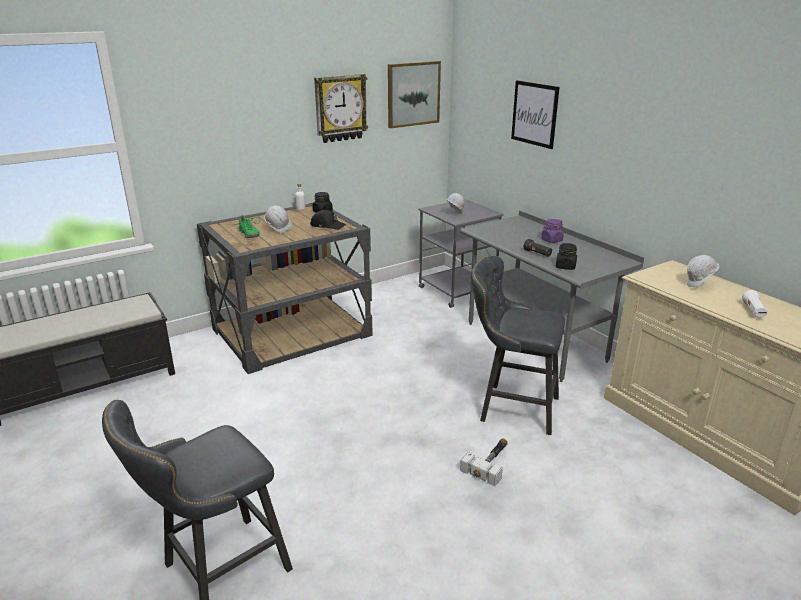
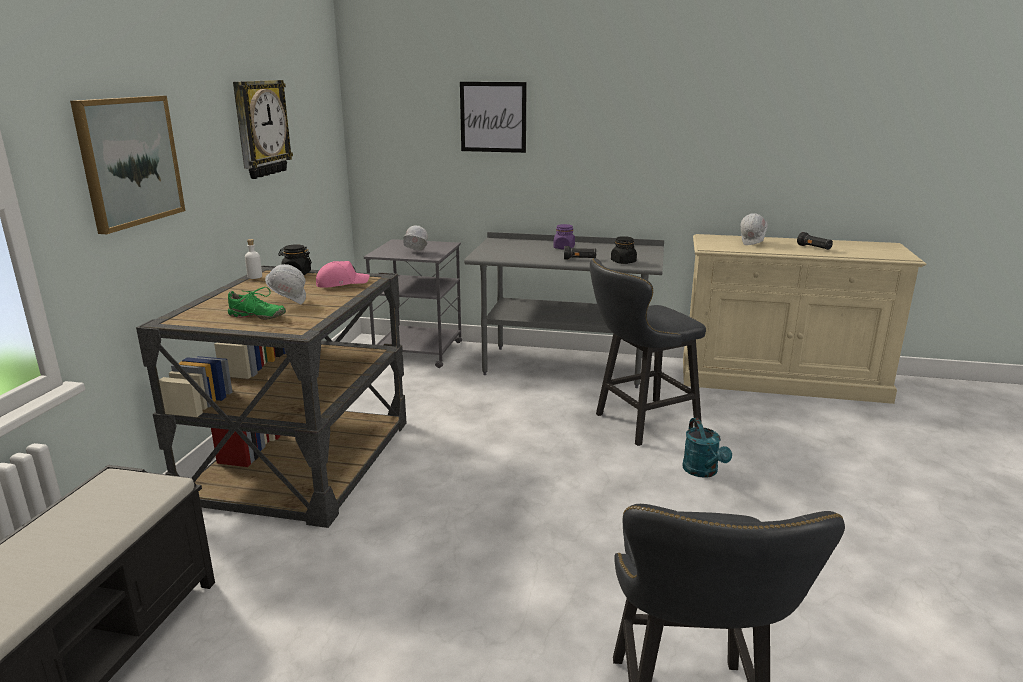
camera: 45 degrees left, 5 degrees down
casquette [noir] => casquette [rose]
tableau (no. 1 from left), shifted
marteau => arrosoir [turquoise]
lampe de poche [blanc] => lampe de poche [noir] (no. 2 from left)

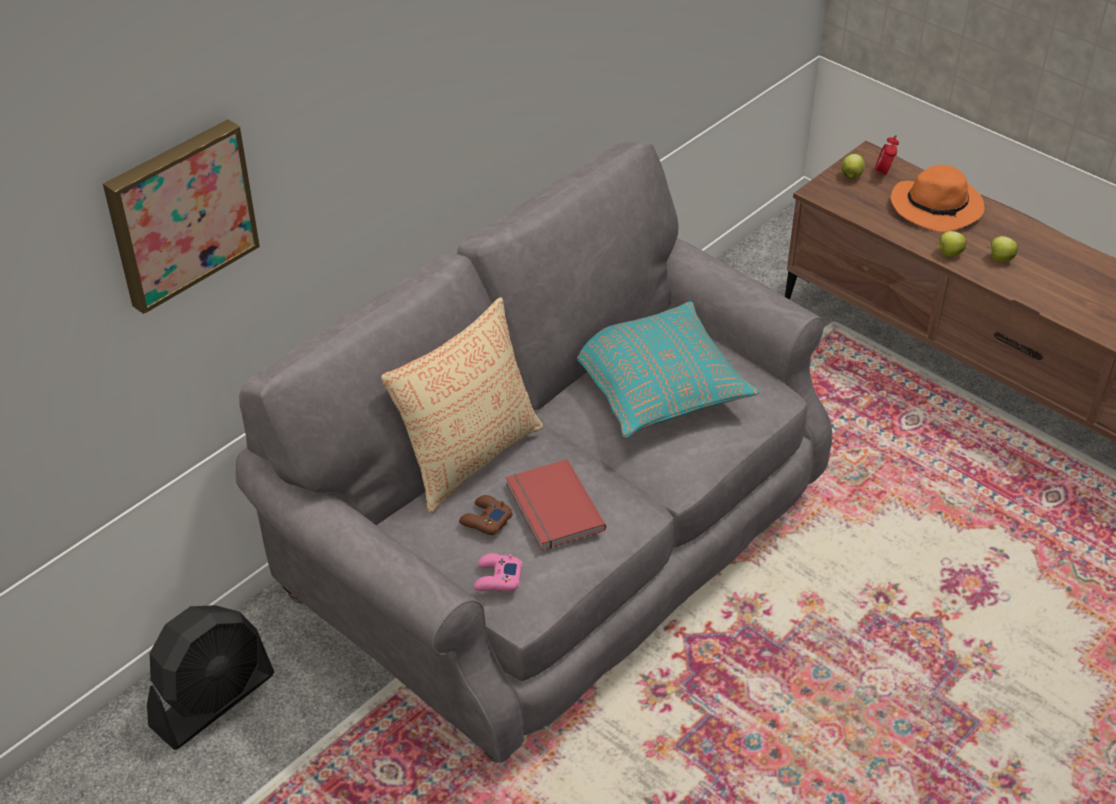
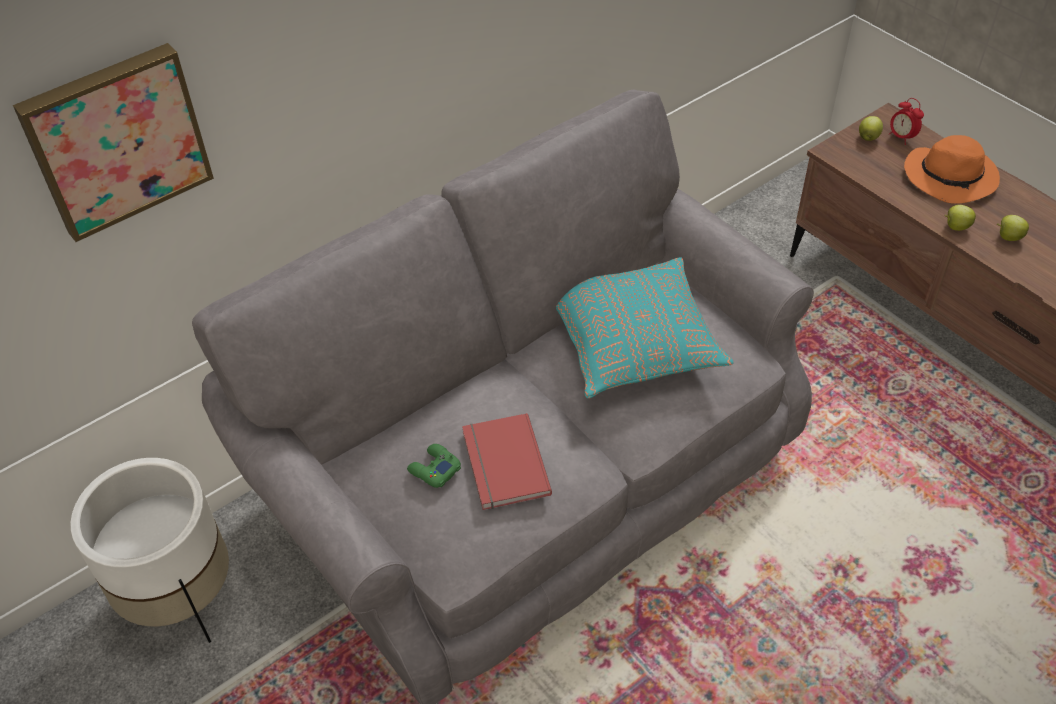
camera: 10 degrees right, 5 degrees up
ventilateur [noir] => cache-pot [blanc]
coussin [beige] => nothing
manette [marron] => manette [vert]
manette [rose] => nothing
réveil, 60 degrees counterclockwise

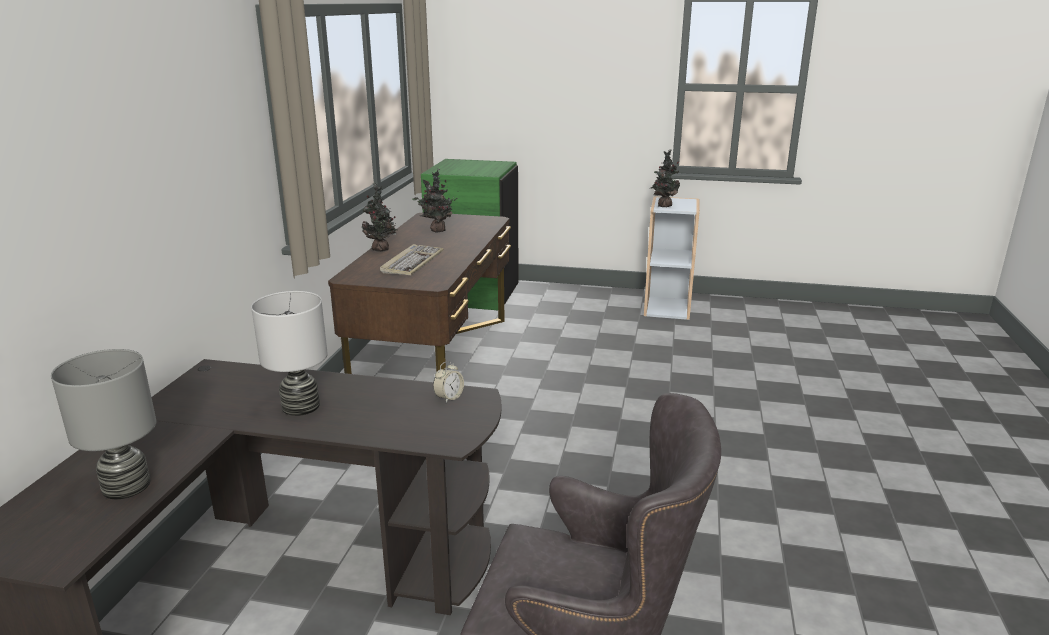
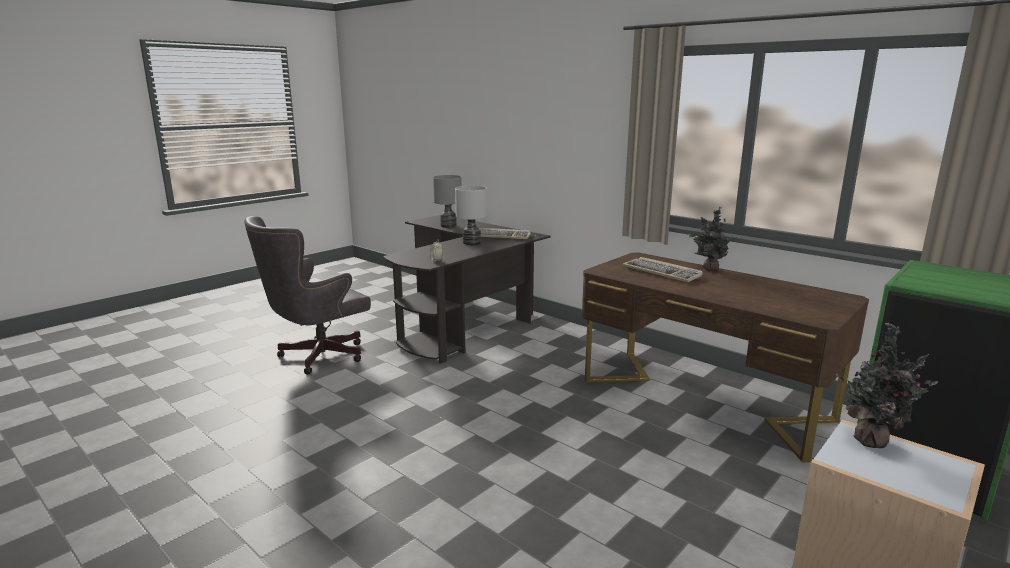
camera: 120 degrees right, 5 degrees down
plante en pot (no. 2 from left) => nothing
nothing => clavier (no. 1 from left)

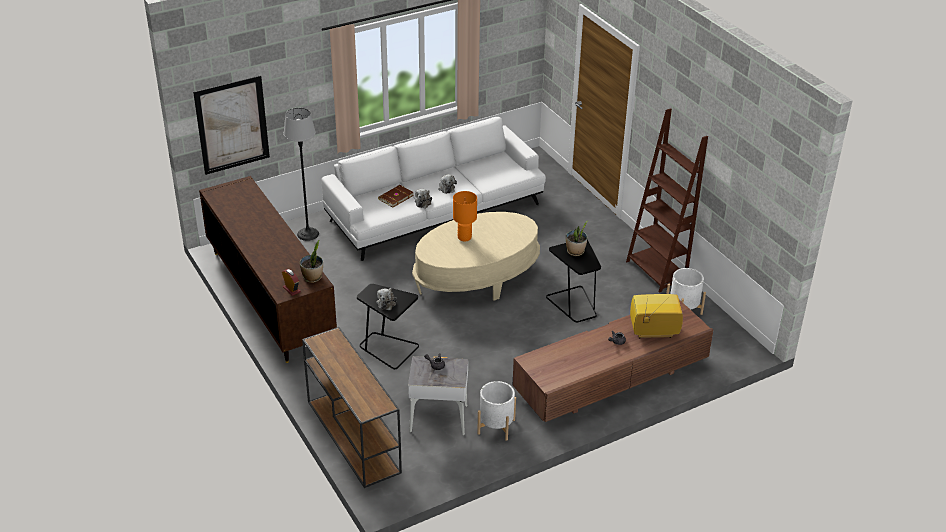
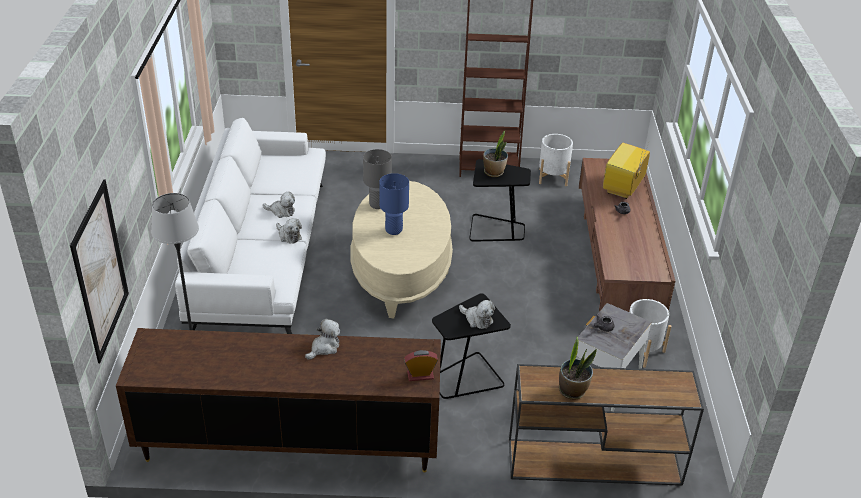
camera: 60 degrees left, 0 degrees up
plante en pot (no. 1 from left in the first image) => plante en pot (no. 2 from left), shifted
livre [marron] => nothing
lampe de table [orange] => lampe de table [bleu]
nothing => peluche (no. 3 from left)
nothing => lampe de table [gris]

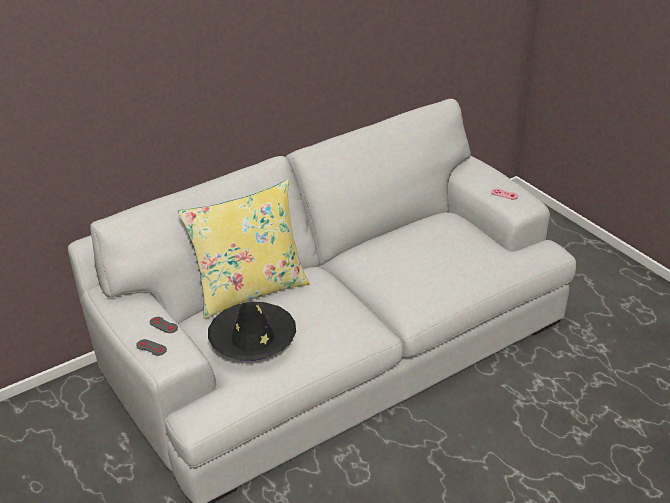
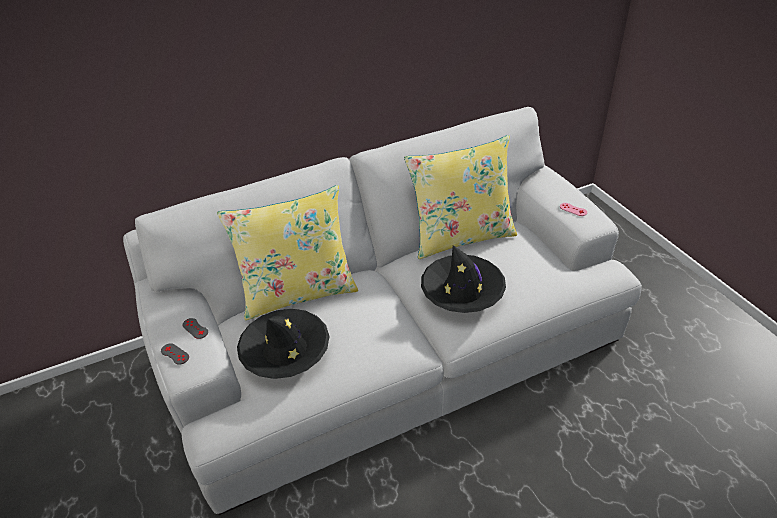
camera: 10 degrees right, 5 degrees up
nothing => coussin [jaune] (no. 2 from left)
nothing => chapeau [noir] (no. 2 from left)

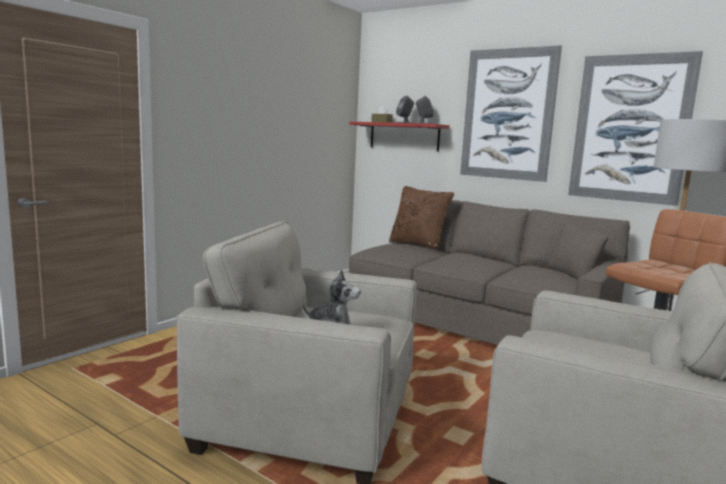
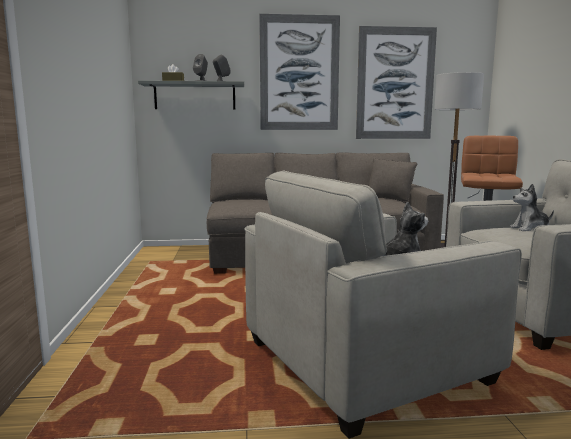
camera: 40 degrees left, 0 degrees up
étagère [rouge] => étagère [gris]
coussin [marron] => nothing
nothing => peluche (no. 2 from left)

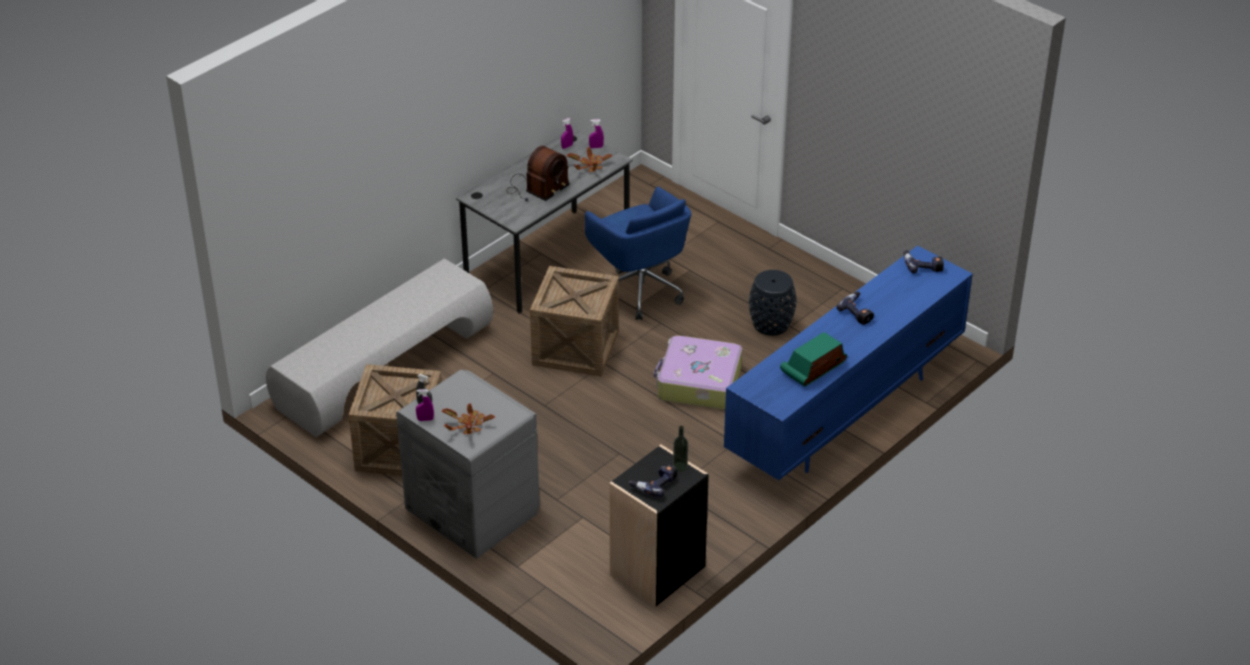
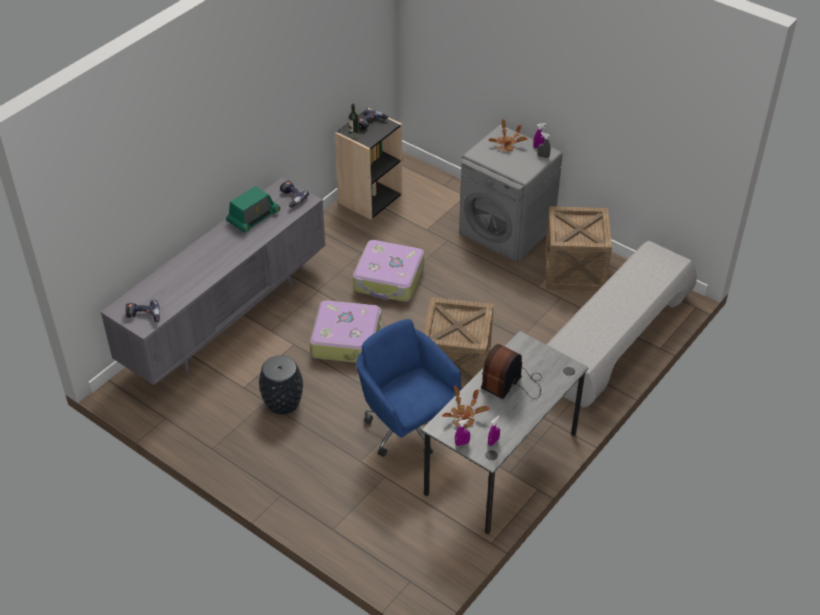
camera: 175 degrees right, 5 degrees up
meuble de rangement [bleu] => meuble de rangement [gris]
perceuse (no. 2 from left), shifted
nothing => valise (no. 2 from left)

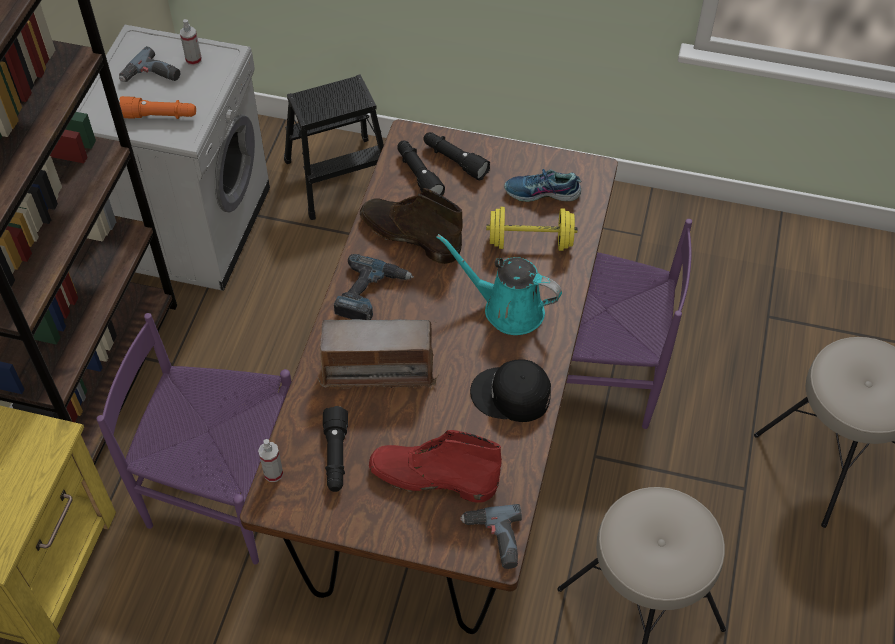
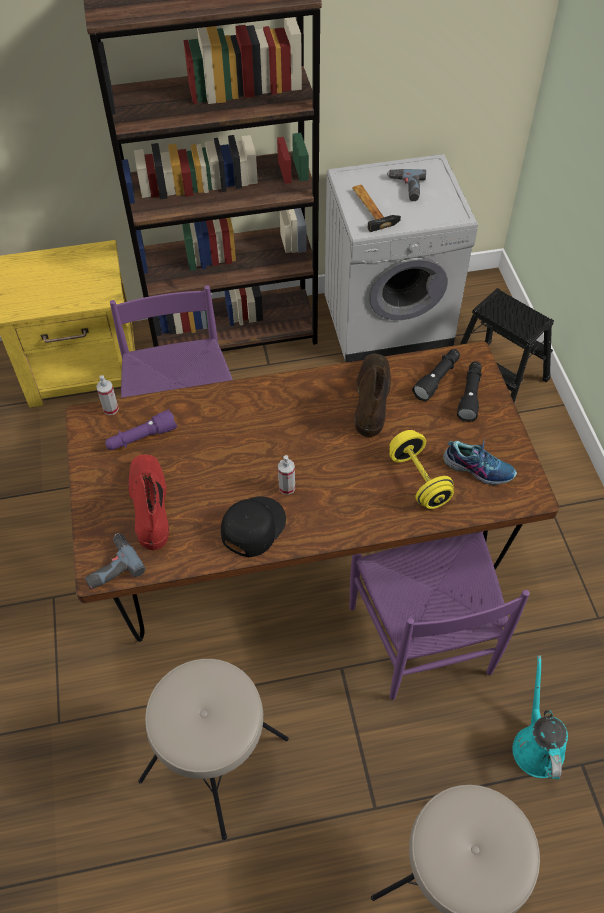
camera: 65 degrees right, 0 degrees up
lampe de poche [orange] => marteau
vaporisateur (no. 1 from left in the first image) => vaporisateur (no. 2 from left), shifted
radio => nothing
lampe de poche [noir] (no. 1 from left) => lampe de poche [violet]
perceuse (no. 2 from left) => nothing
arrosoir [turquoise], shifted
casquette [noir], 45 degrees clockwise
chaussure, 135 degrees clockwise

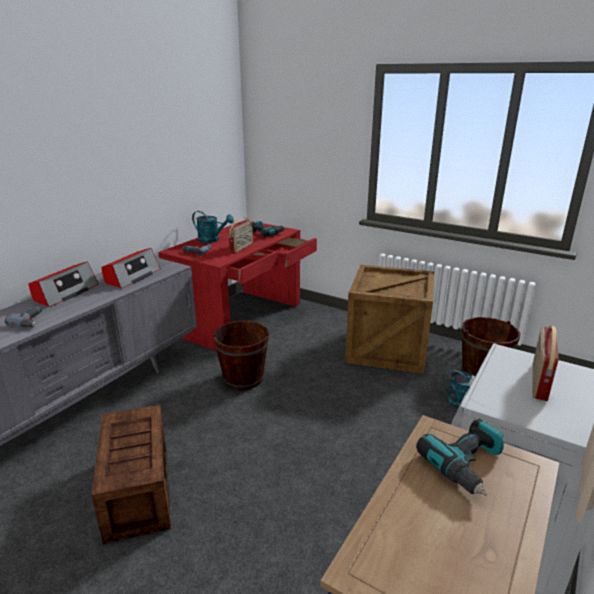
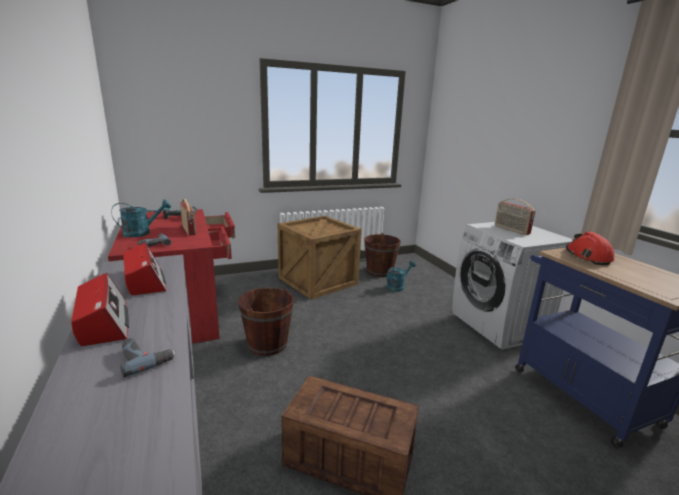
camera: 55 degrees left, 5 degrees down
perceuse (no. 4 from left) => casque de chantier [rouge]

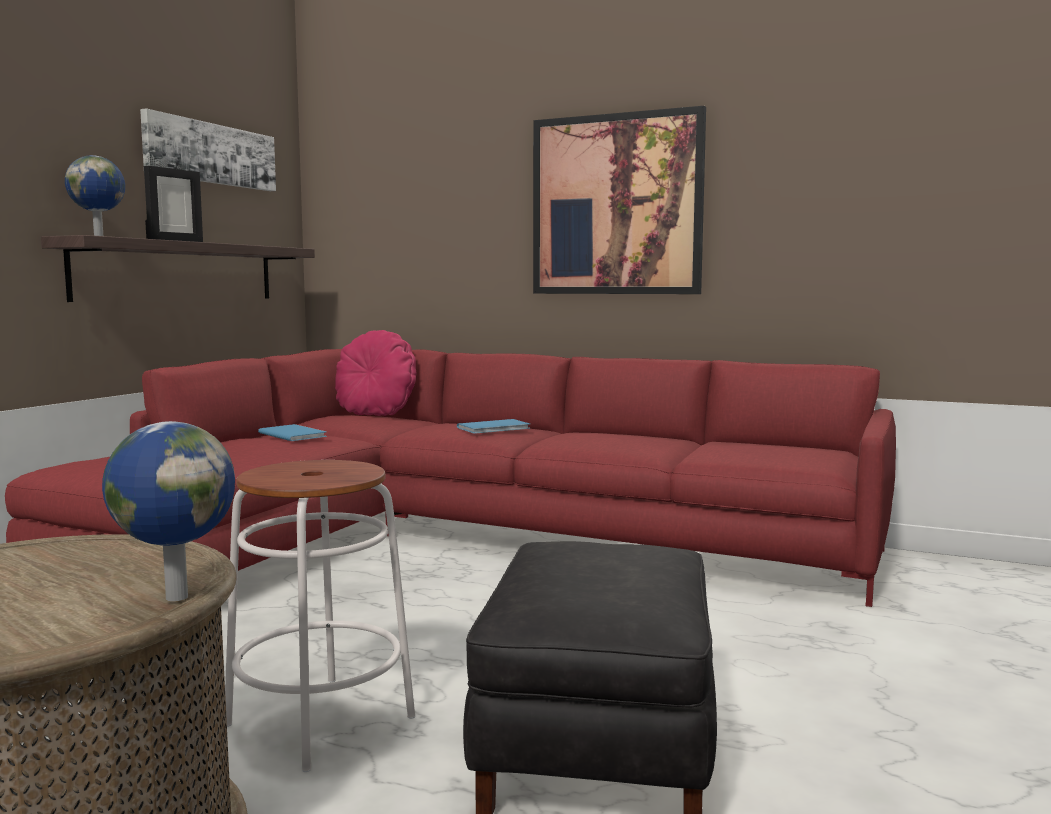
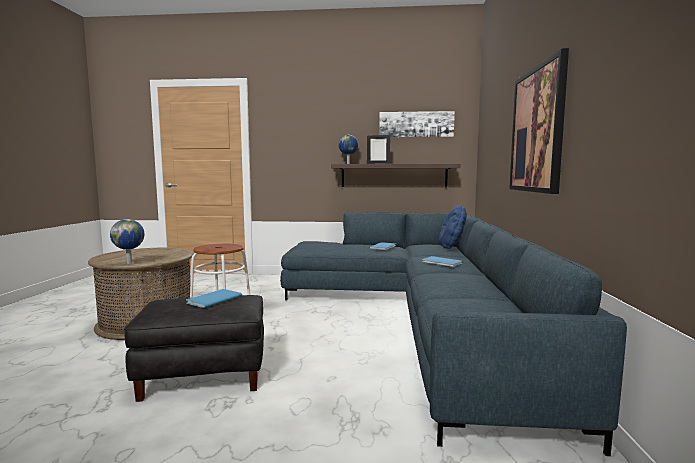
camera: 70 degrees right, 0 degrees up
canapé [rouge] => canapé [bleu]
coussin [rose] => coussin [bleu]
nothing => livre [bleu] (no. 1 from left)

